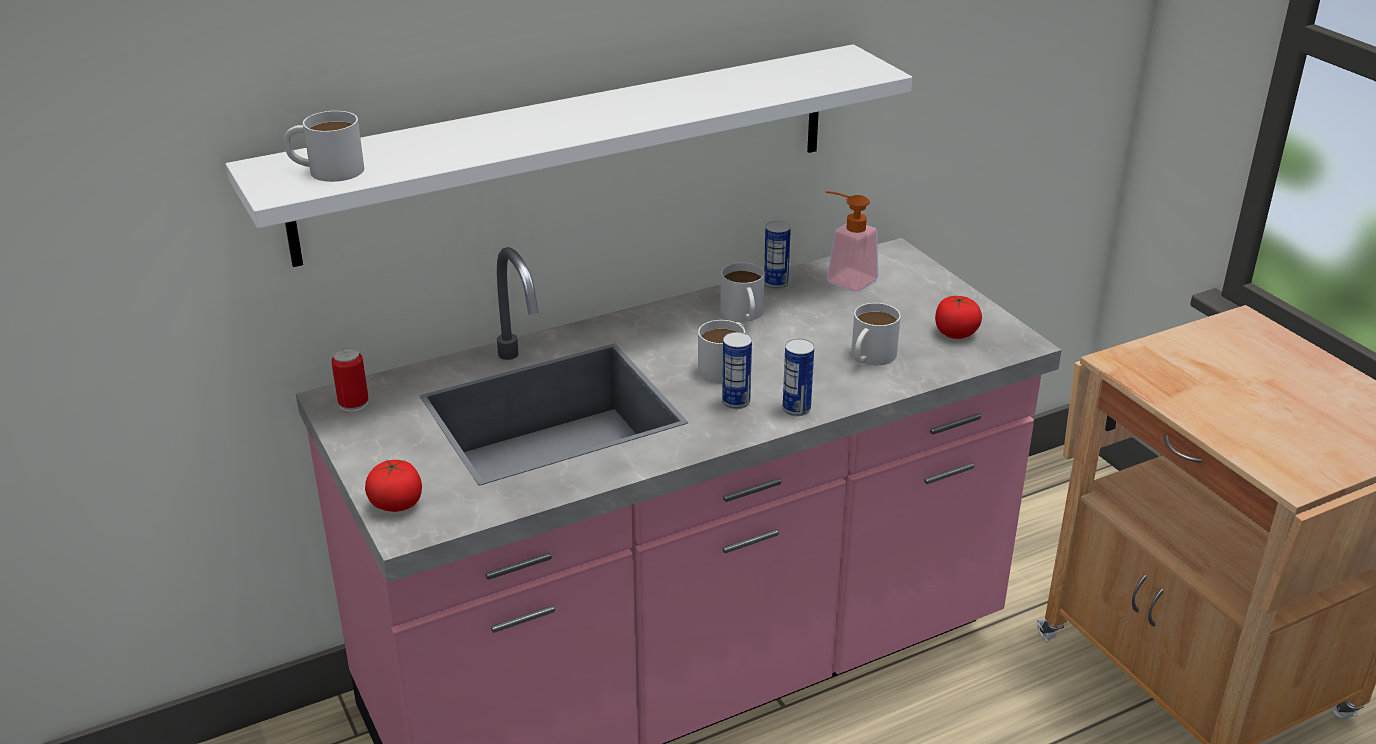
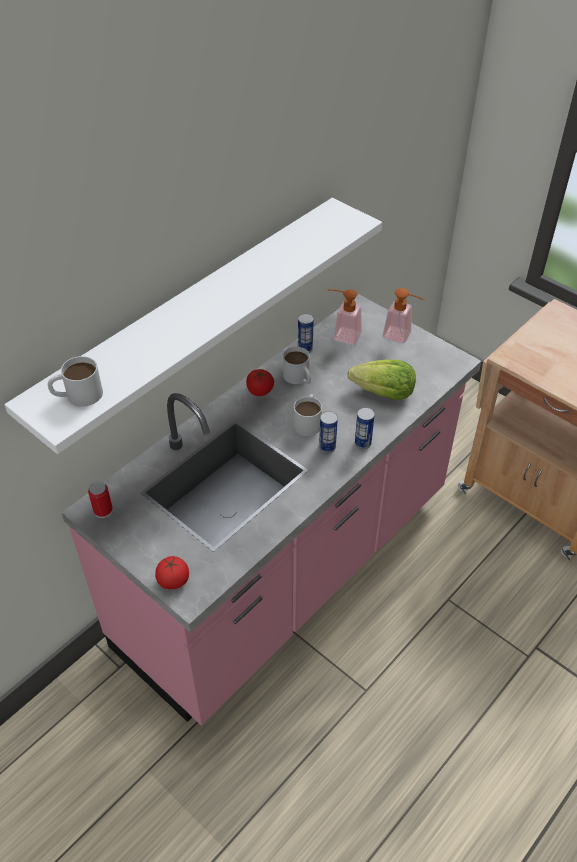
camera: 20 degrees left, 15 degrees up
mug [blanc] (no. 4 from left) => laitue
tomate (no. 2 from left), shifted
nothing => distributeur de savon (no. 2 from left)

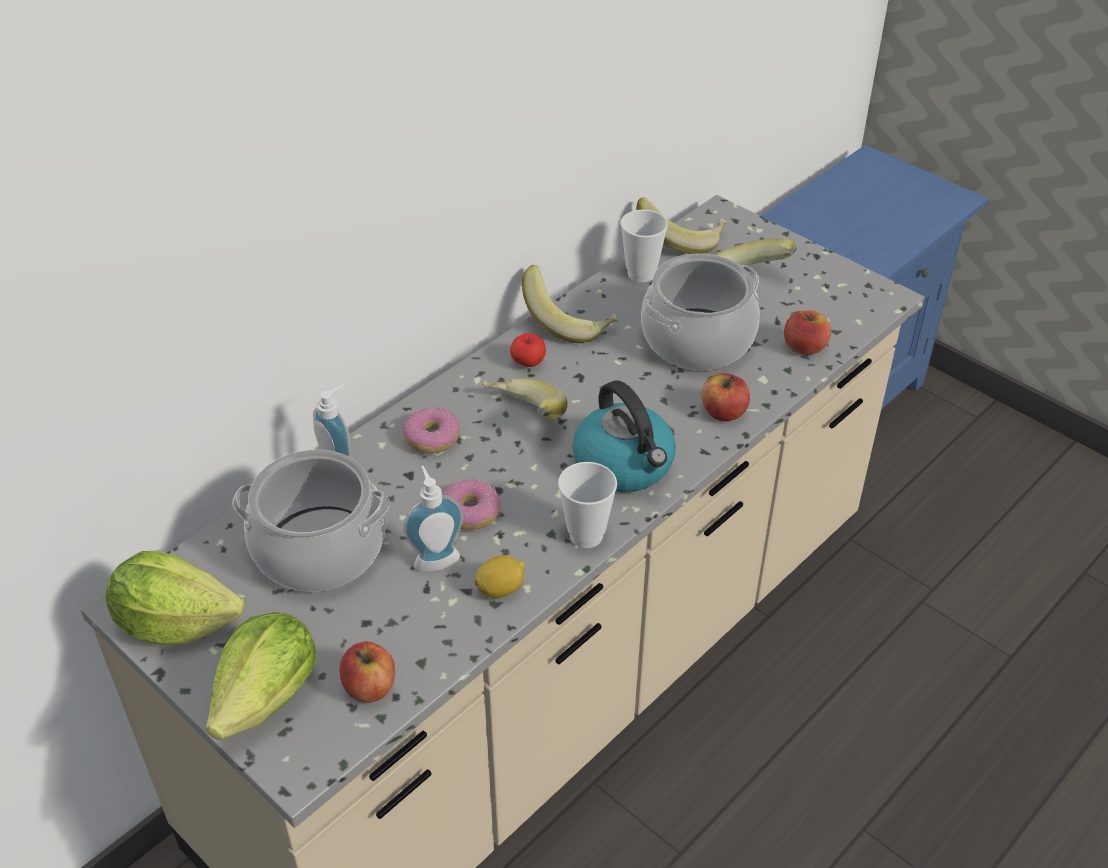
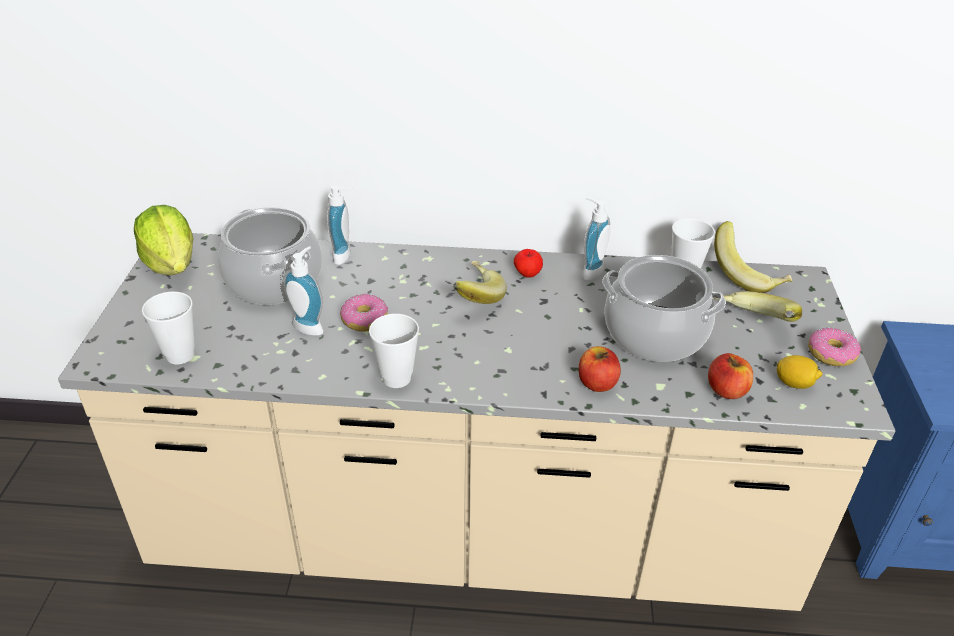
camera: 50 degrees right, 5 degrees down
laitue (no. 2 from left) => nothing
pomme (no. 1 from left) => tasse (no. 1 from left)
beignet (no. 1 from left in the first image) => beignet (no. 2 from left), shifted
citron, shifted
banane (no. 2 from left) => distributeur de savon (no. 3 from left)
bouilloire => nothing

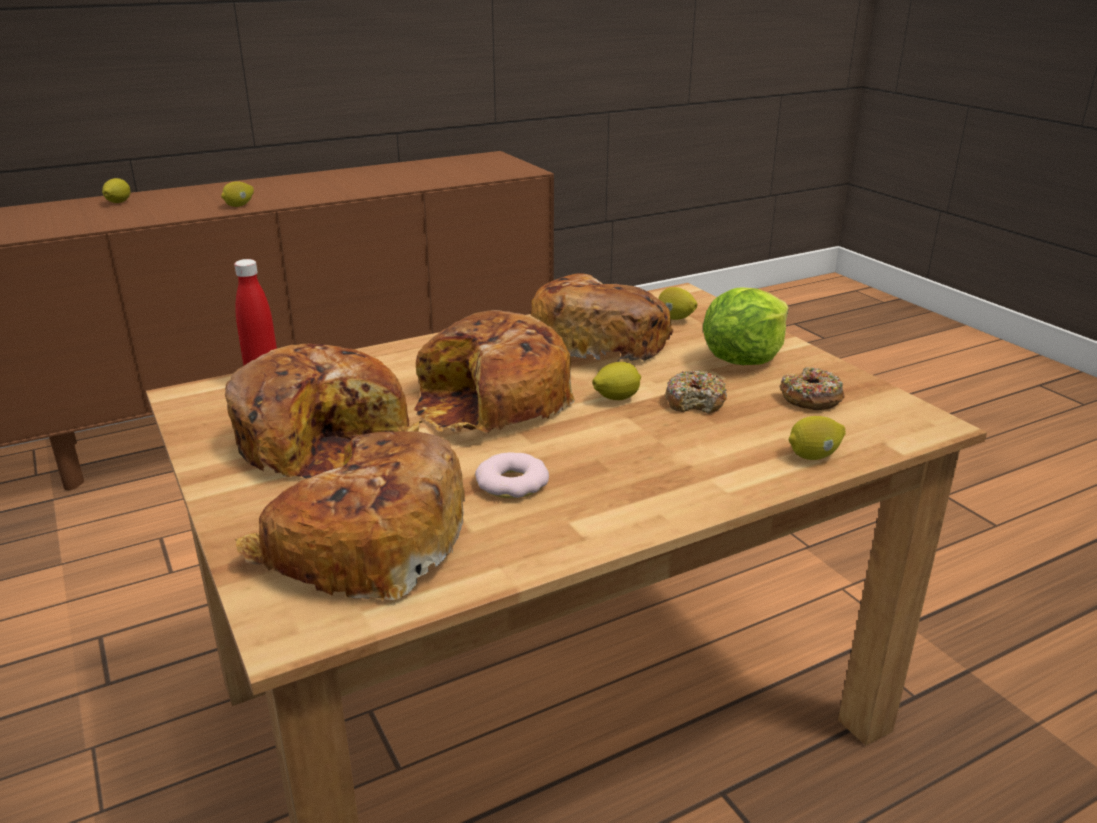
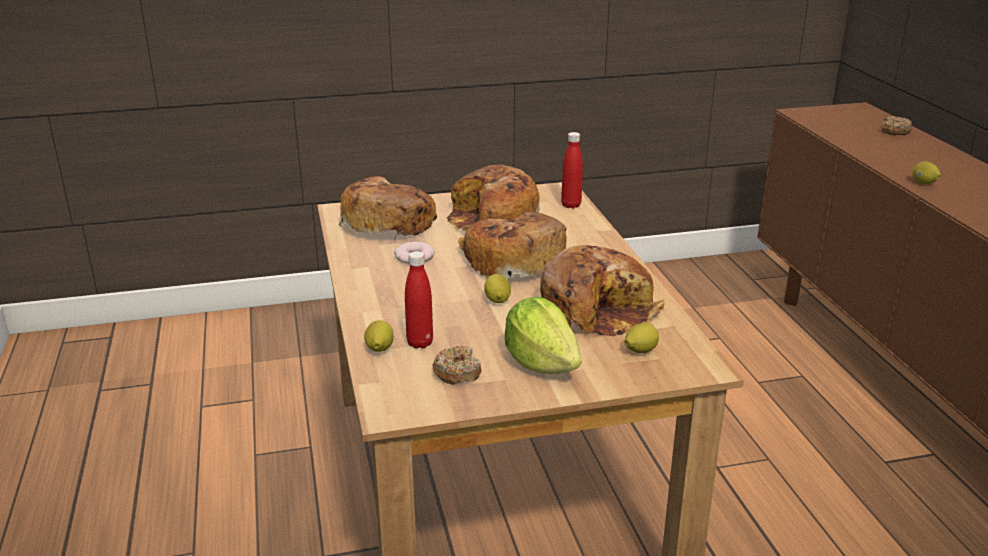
camera: 105 degrees right, 0 degrees up
citron (no. 1 from left) => nothing
beignet (no. 2 from left in the first image) => beignet (no. 3 from left), shifted
nothing => bouteille [rouge] (no. 1 from left)

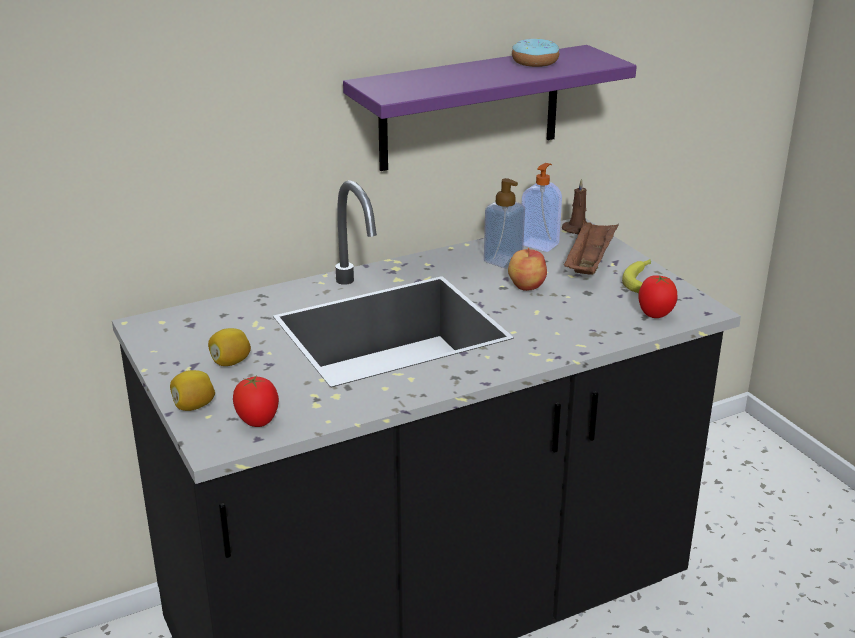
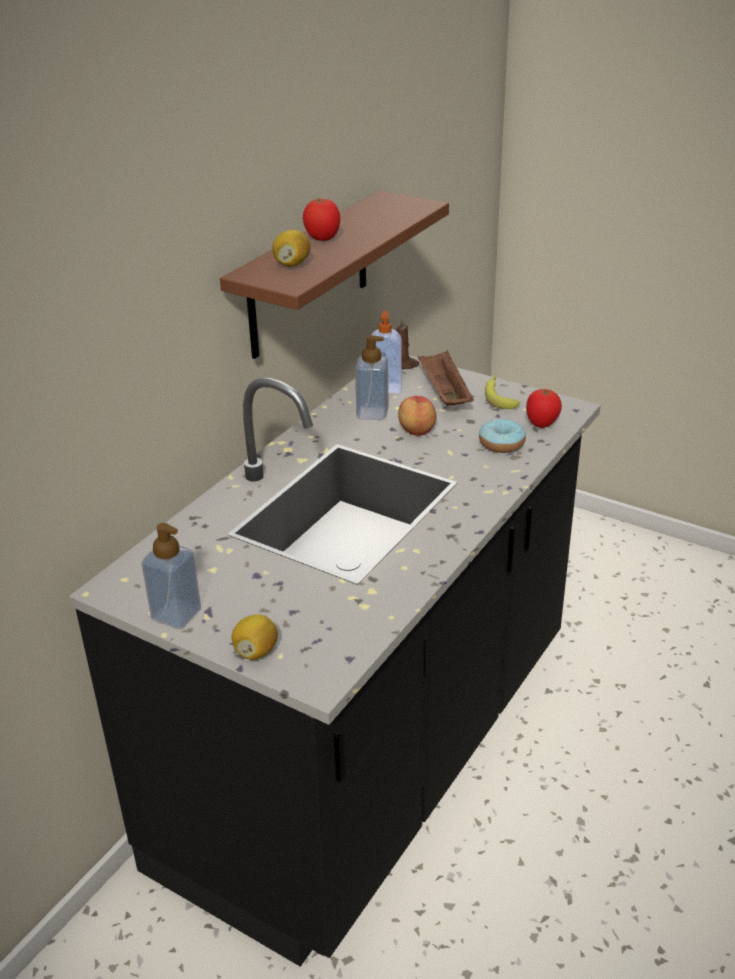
camera: 30 degrees left, 5 degrees up
citron (no. 2 from left), shifted
tomate (no. 1 from left), shifted
étagère [violet] => étagère [marron]
beignet, shifted
nothing => distributeur de savon (no. 1 from left)

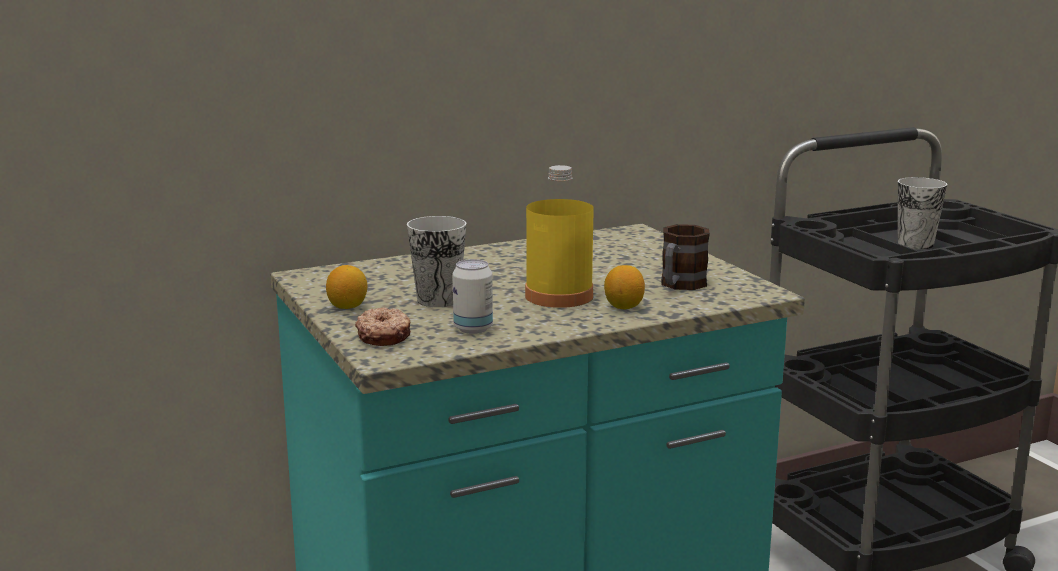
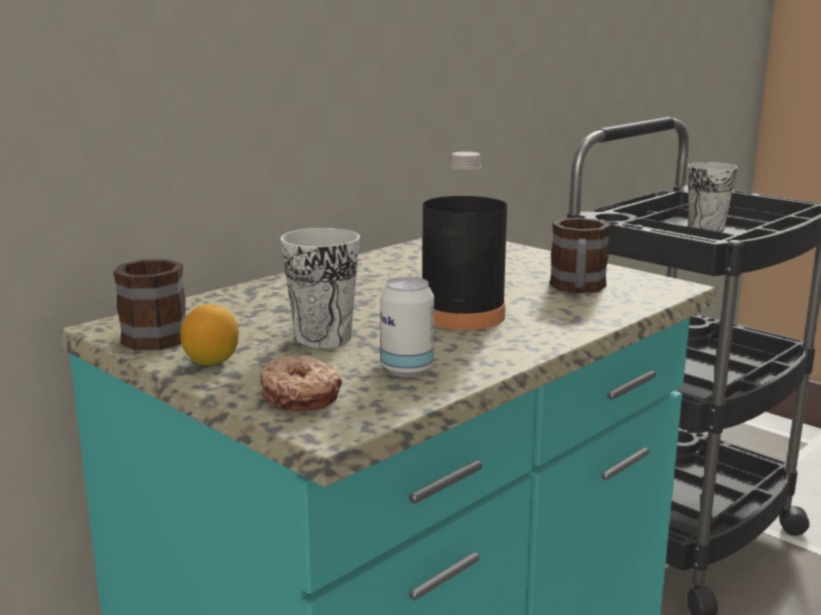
camera: 20 degrees left, 0 degrees up
bouteille [jaune] => bouteille [noir]
citron (no. 2 from left) => nothing
nothing => mug (no. 1 from left)

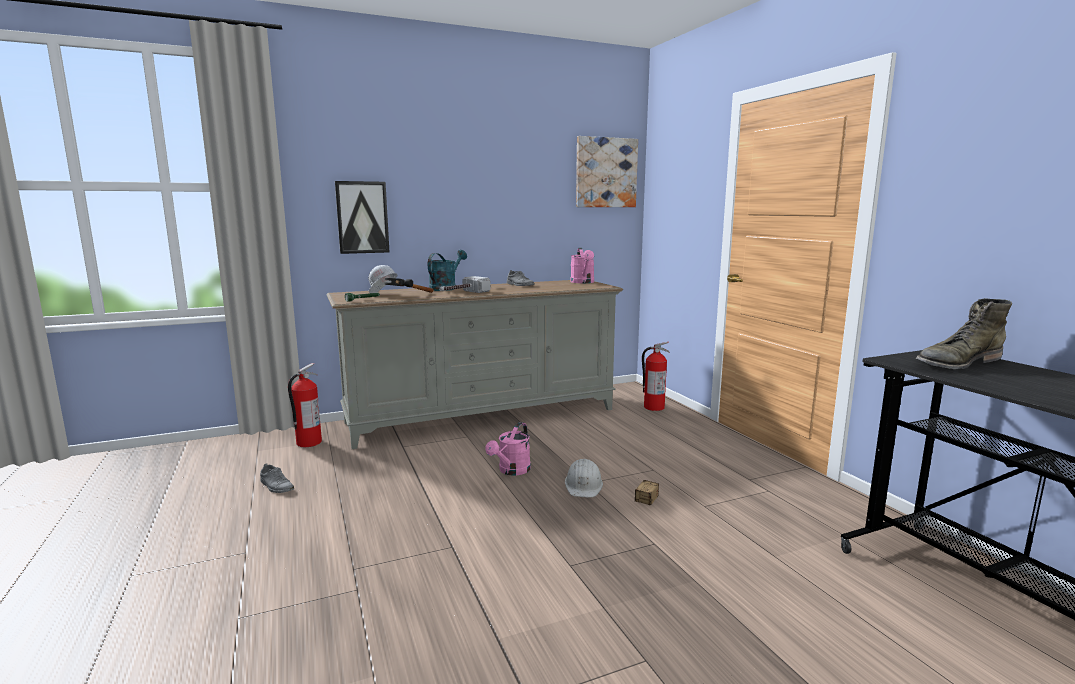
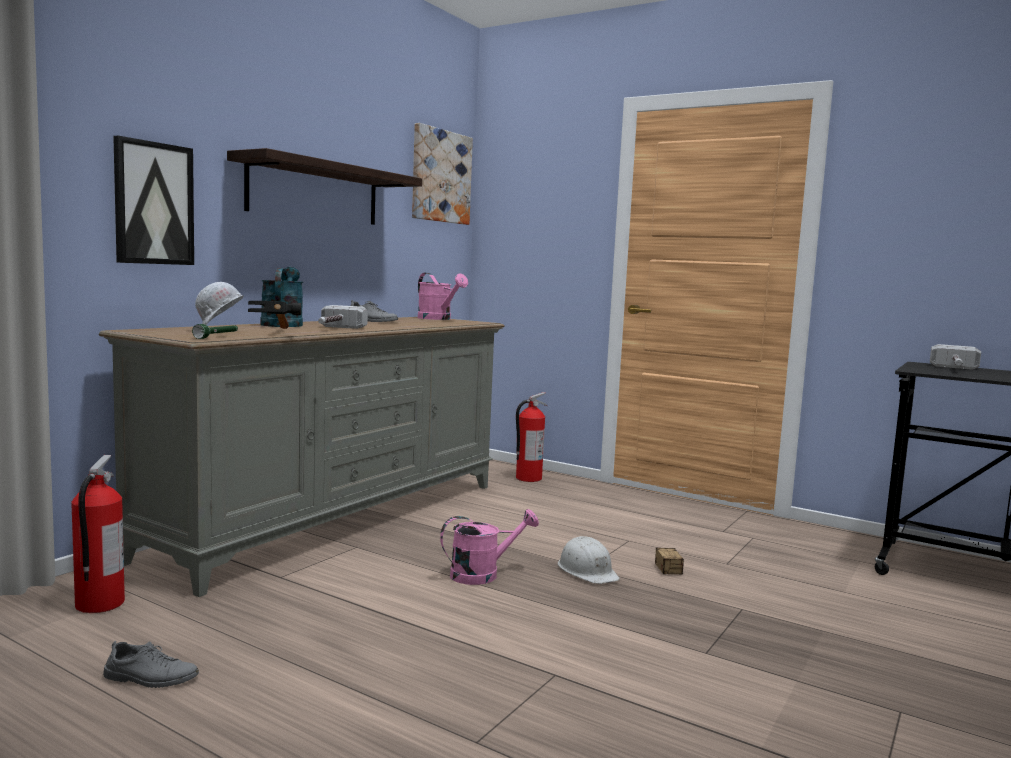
camera: 35 degrees left, 5 degrees down
arrosoir [rose] (no. 1 from left in the first image) => arrosoir [rose] (no. 2 from left), 105 degrees counterclockwise
botte [vert] => marteau (no. 3 from left)
nothing => étagère

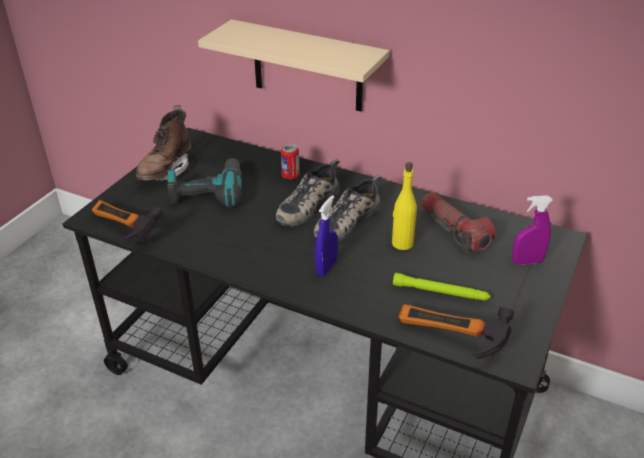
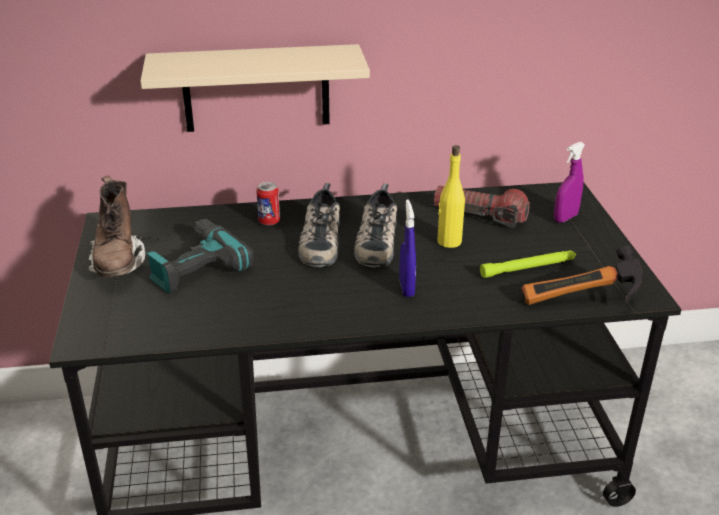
camera: 35 degrees left, 5 degrees down
marteau (no. 1 from left) => nothing

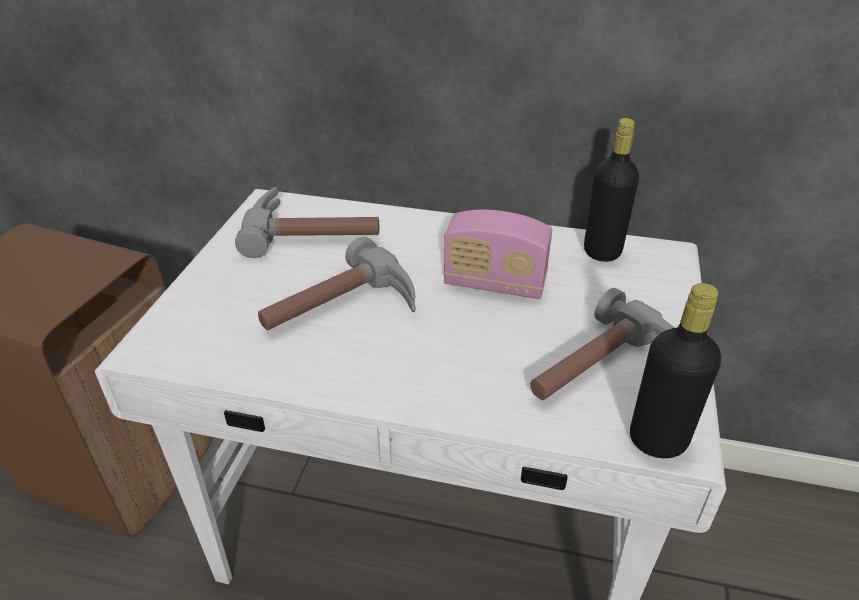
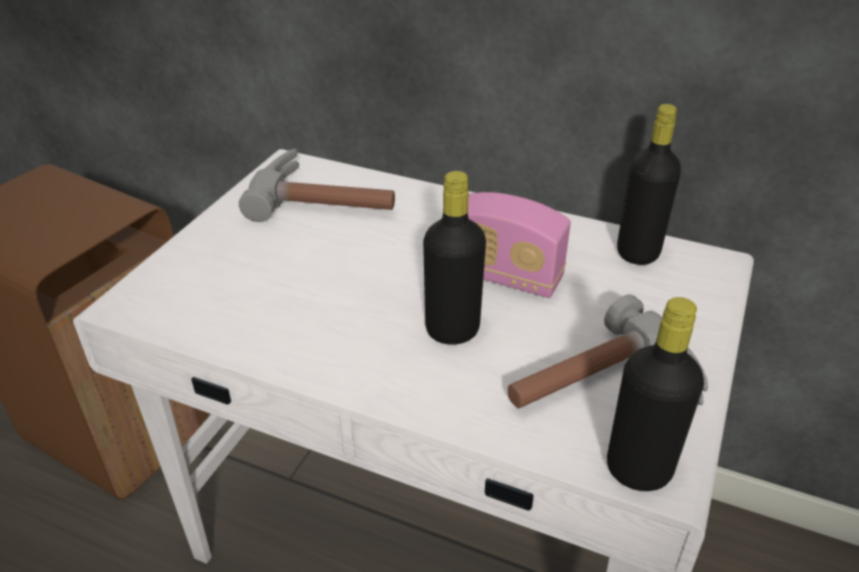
camera: 10 degrees right, 0 degrees up
marteau (no. 2 from left) => nothing
nothing => bouteille [noir] (no. 1 from left)

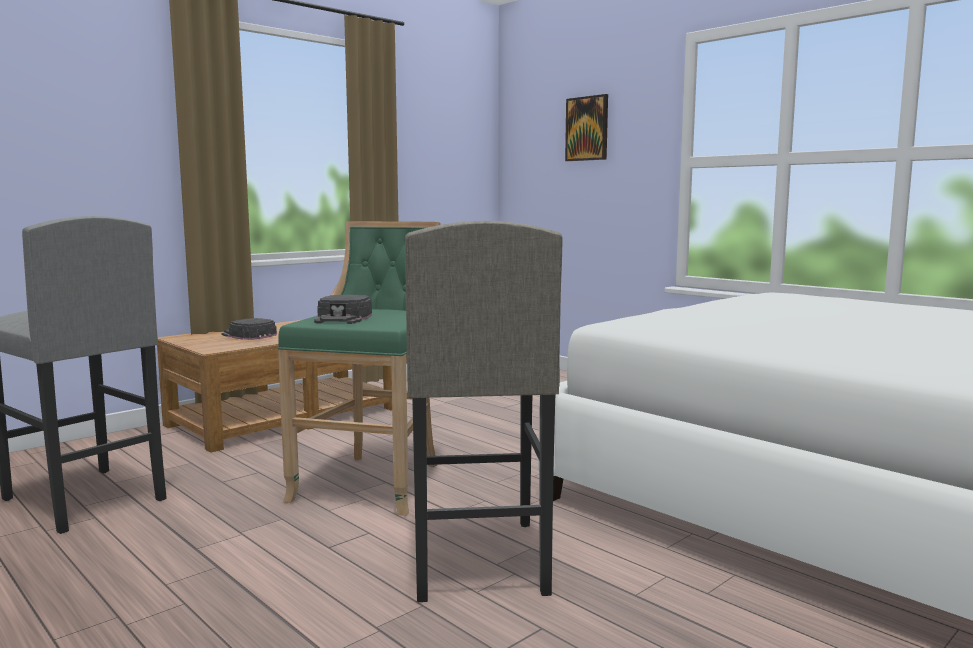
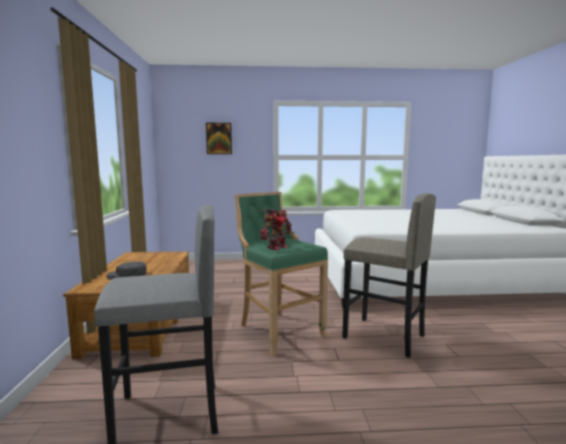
camera: 50 degrees left, 0 degrees up
casquette [noir] (no. 2 from left) => robot jouet

